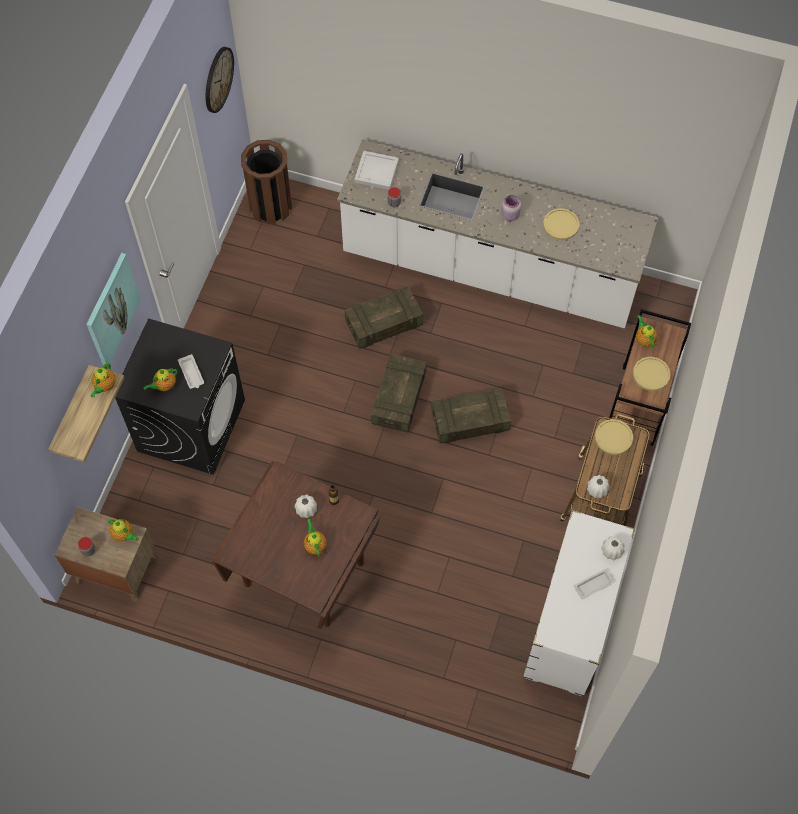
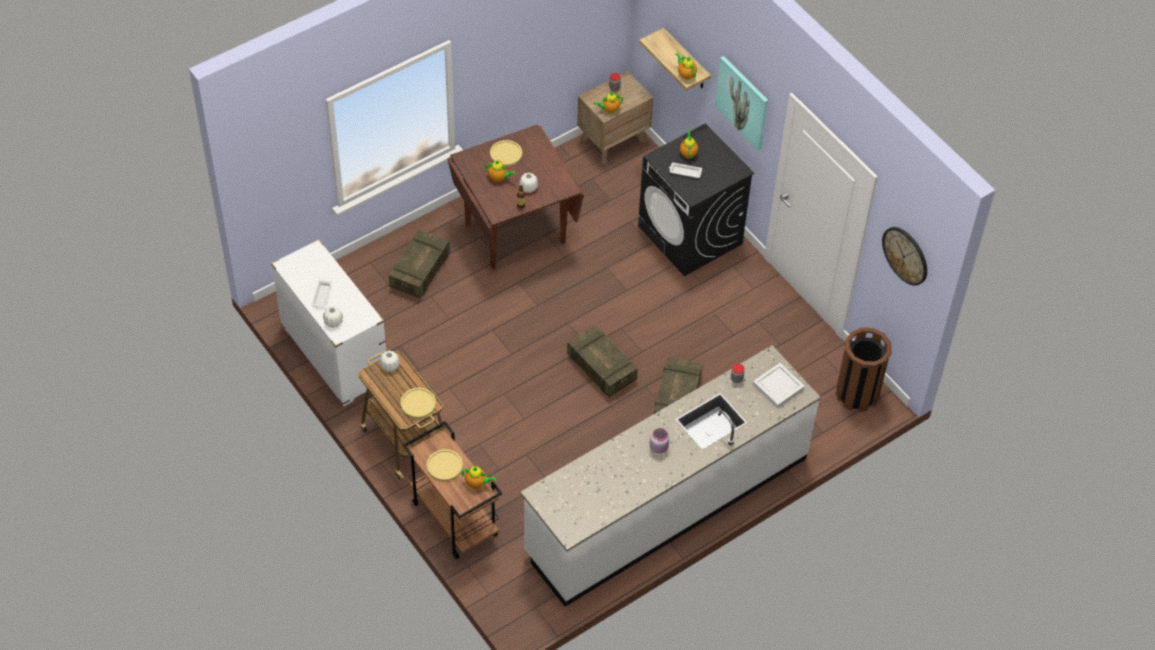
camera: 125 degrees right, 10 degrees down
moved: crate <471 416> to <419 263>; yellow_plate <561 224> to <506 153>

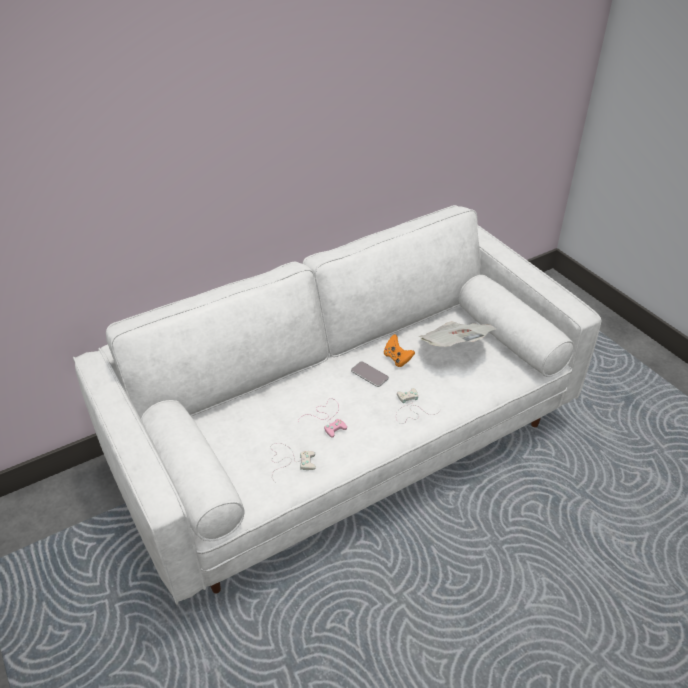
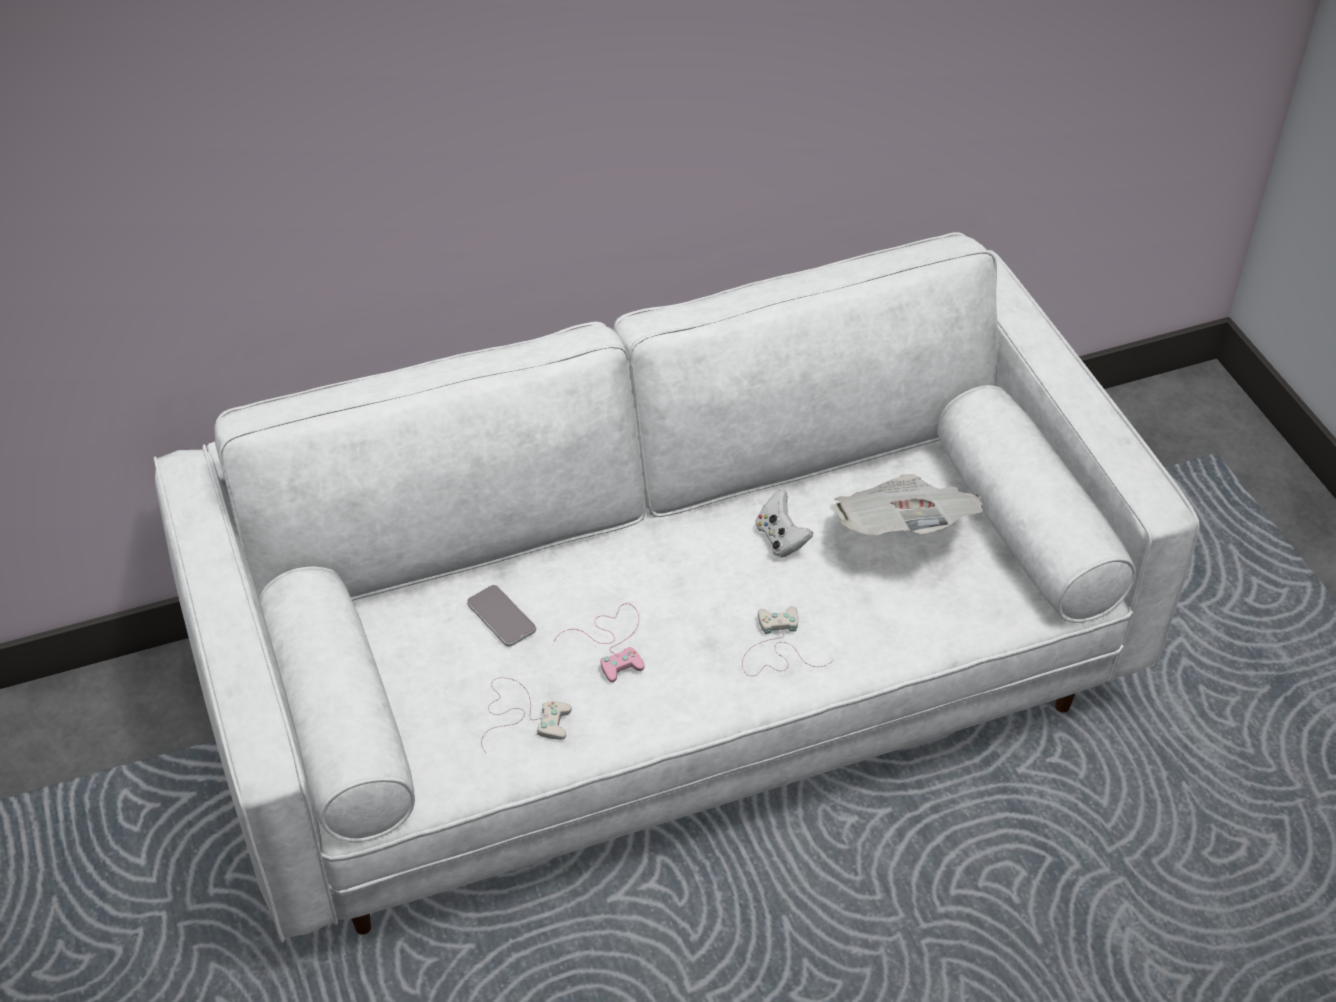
camera: 10 degrees right, 5 degrees up
moved: phone <370 374> to <501 616>
recoloured: orange_game_controller <399 350> to white_game_controller <784 524>

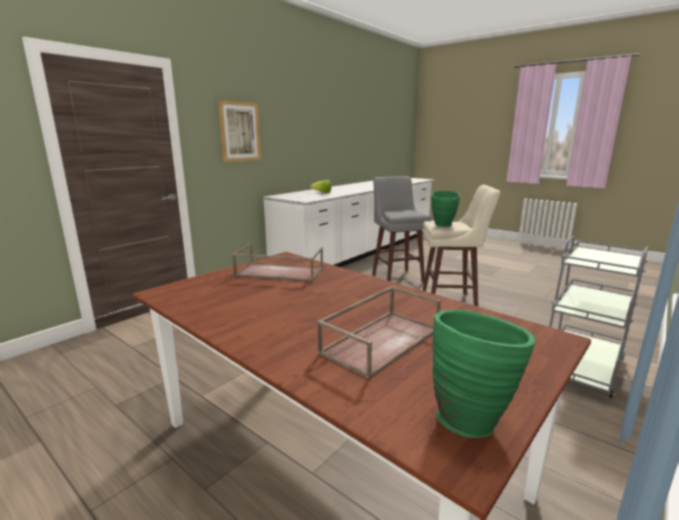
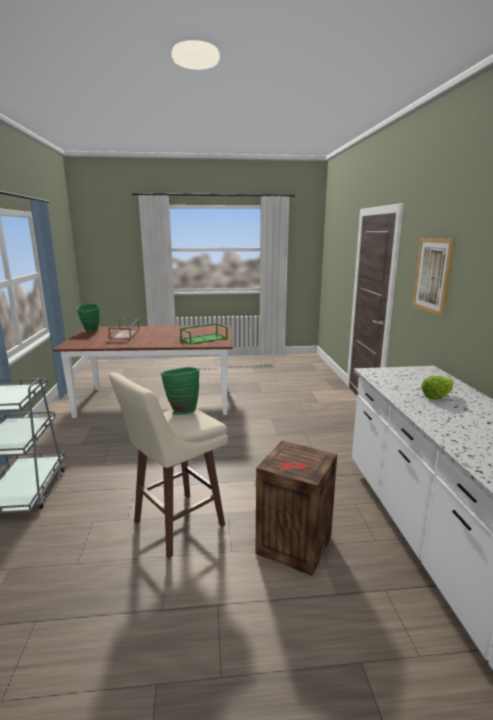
camera: 135 degrees right, 0 degrees up
replaced: grey_stool <401 229> to crate <296 508>
recoloured: brown_tray <277 262> to green_tray <204 334>

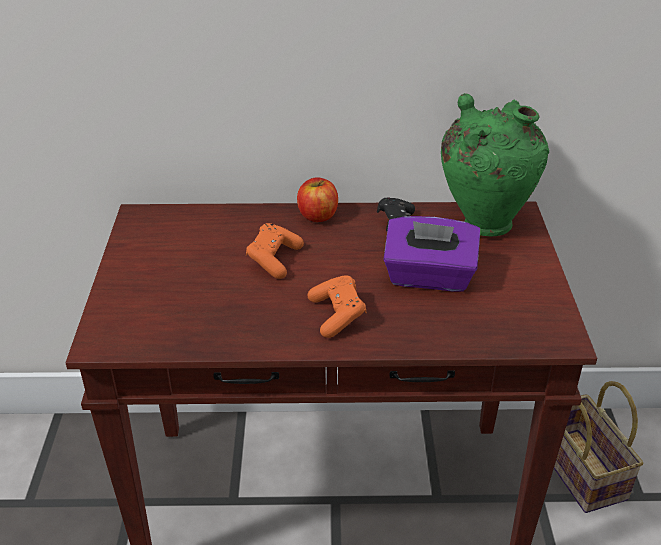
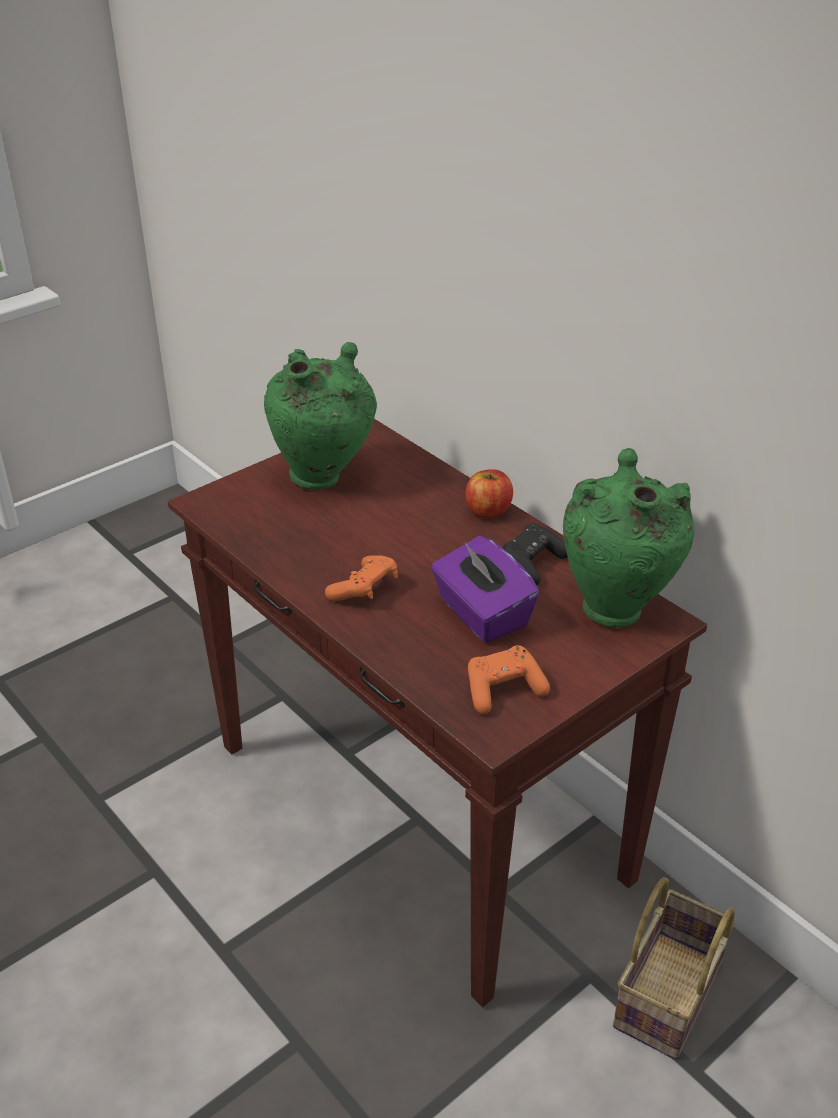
camera: 50 degrees right, 0 degrees up
added: green_vase <320 416>
moved: orange_game_controller <275 251> to <509 680>

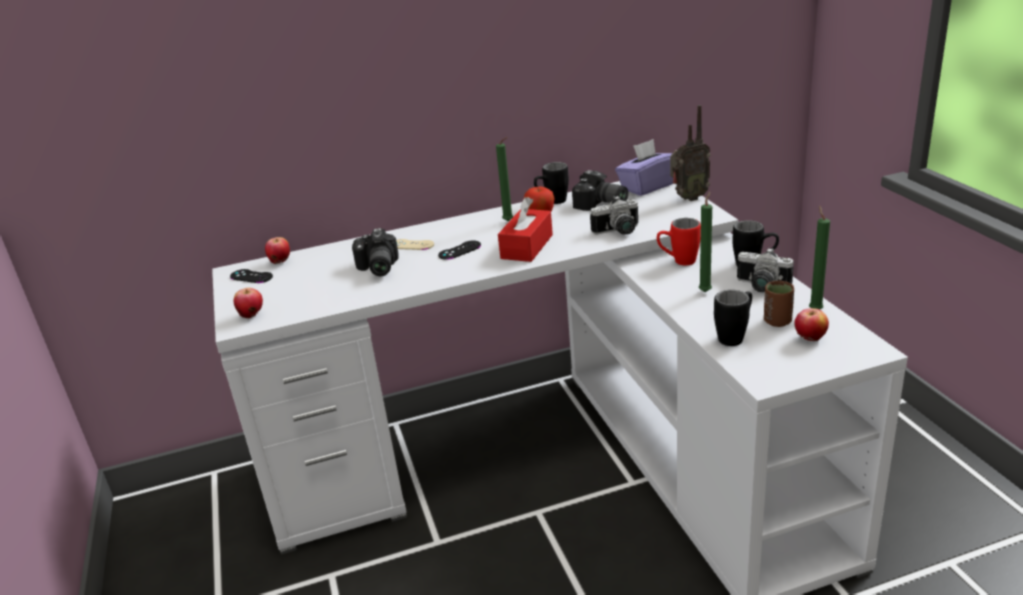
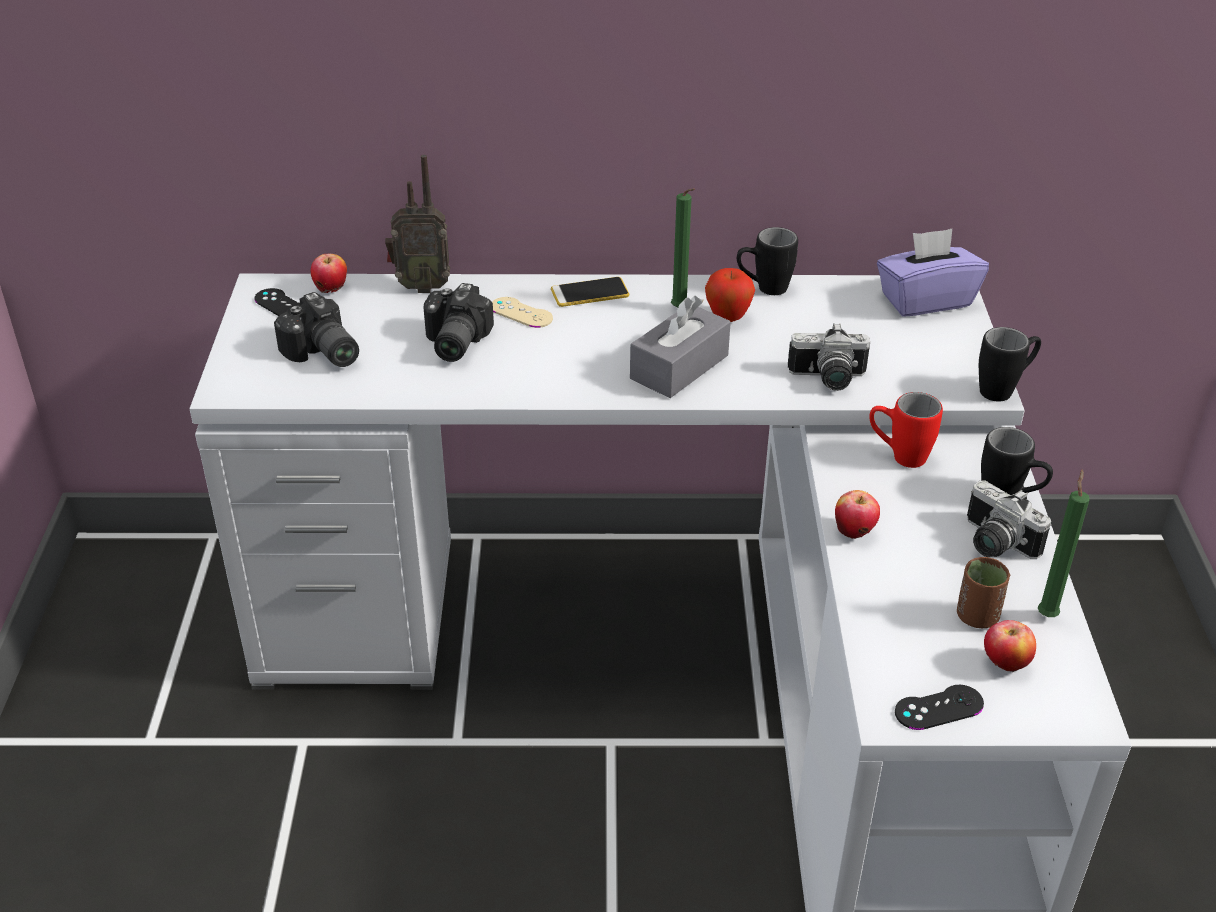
camera: 15 degrees right, 10 degrees up
removed: green_candle <705 242>
added: phone <590 292>
moved: photo_camera <600 190> to <316 329>; radio <690 153> to <417 224>; apple <248 303> to <857 514>; black_game_controller <459 250> to <939 707>; black_mug <733 318> to <1010 364>
recoloured: red_tissue_box <525 229> to grey_tissue_box <680 347>

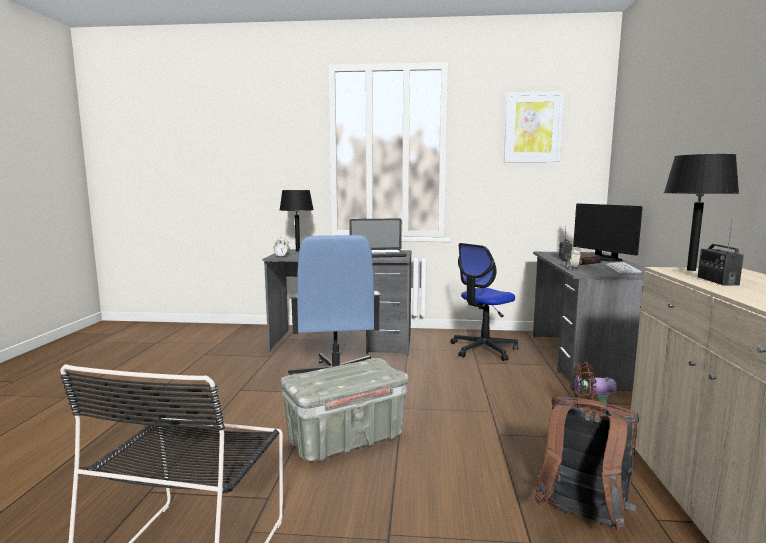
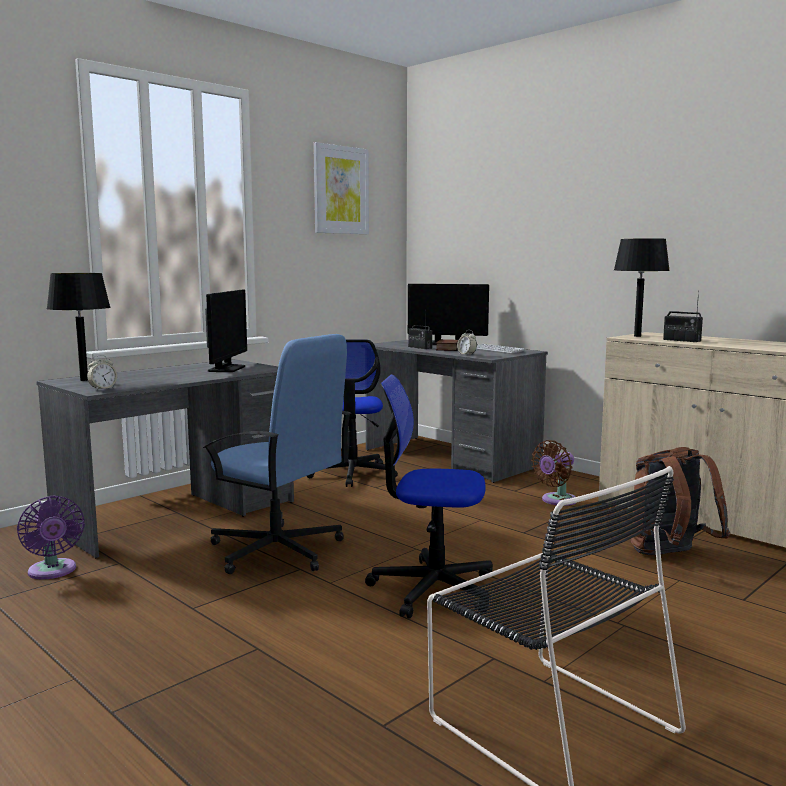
camera: 50 degrees left, 0 degrees up
added: purple_fan <51 537>
replaced: laptop <378 238> to monitor <226 331>; grey_storage_box <344 409> to office_chair <429 497>

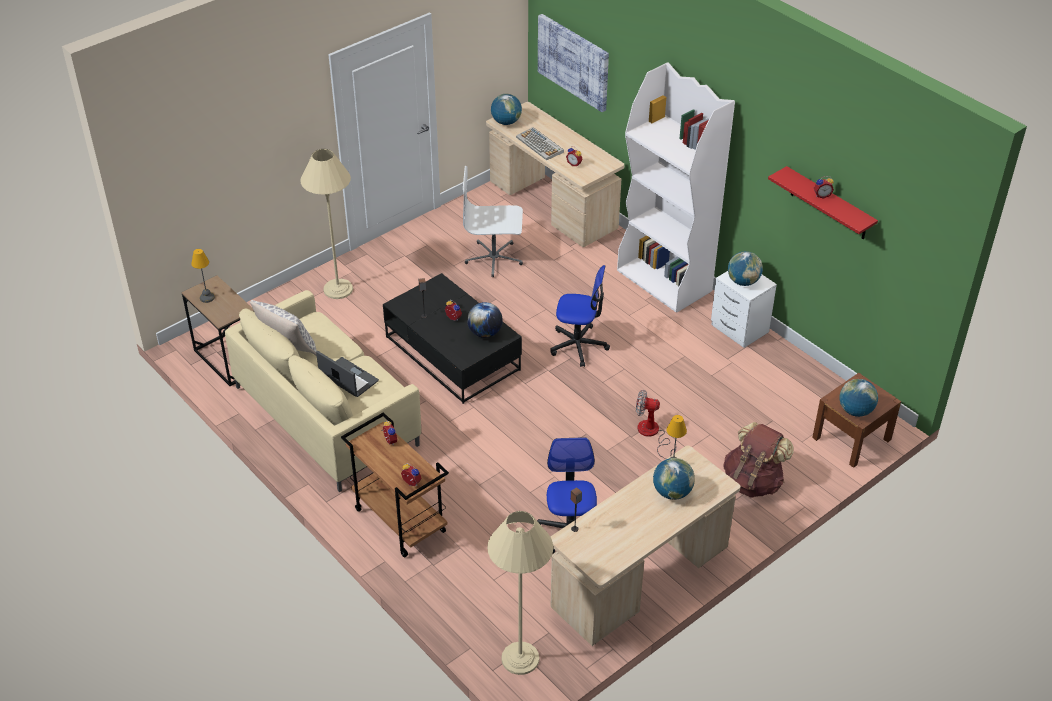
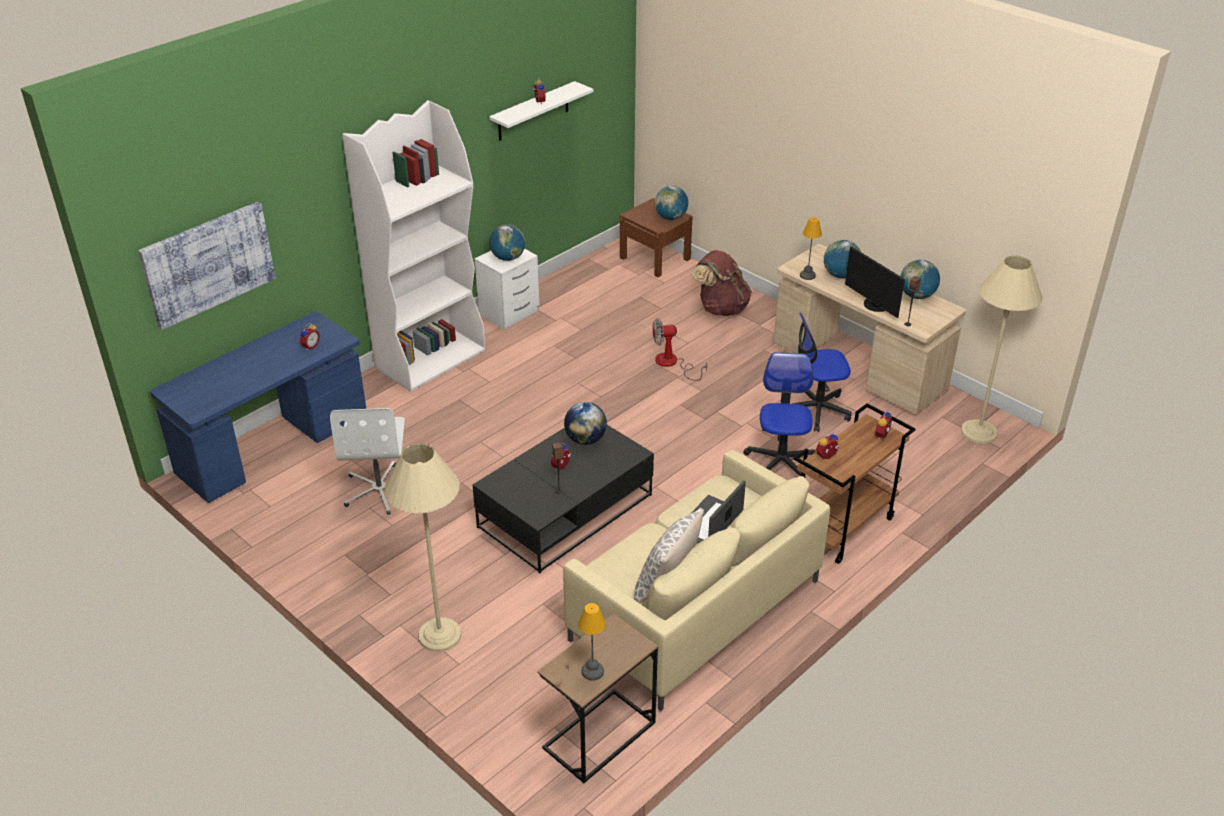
camera: 95 degrees left, 5 degrees down
removed: keyboard <540 143>
added: monitor <875 282>
moved: office_chair <580 316> to <779 415>; globe <506 109> to <920 279>
recoloured: beige_desk <555 174> to blue_desk <258 407>; red_shelf <823 202> to white_shelf <541 111>
turned: fan <656 424> = <680 349> 75 degrees clockwise

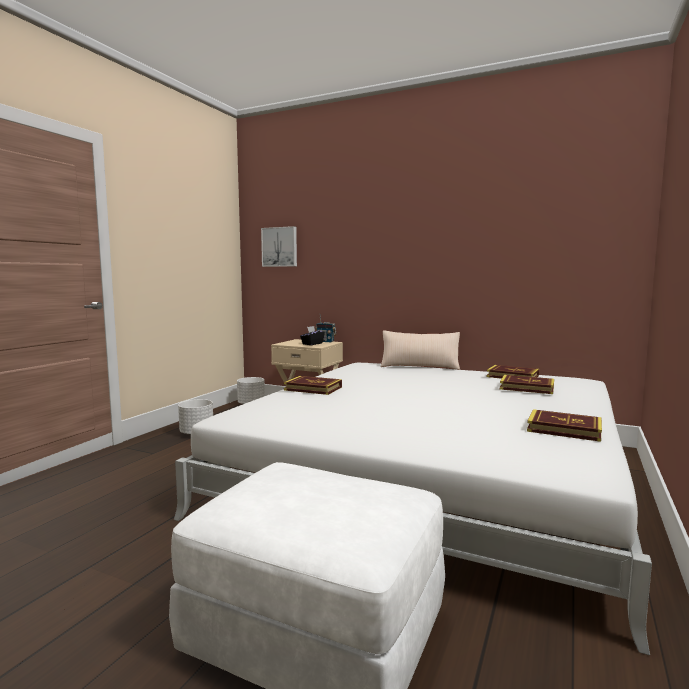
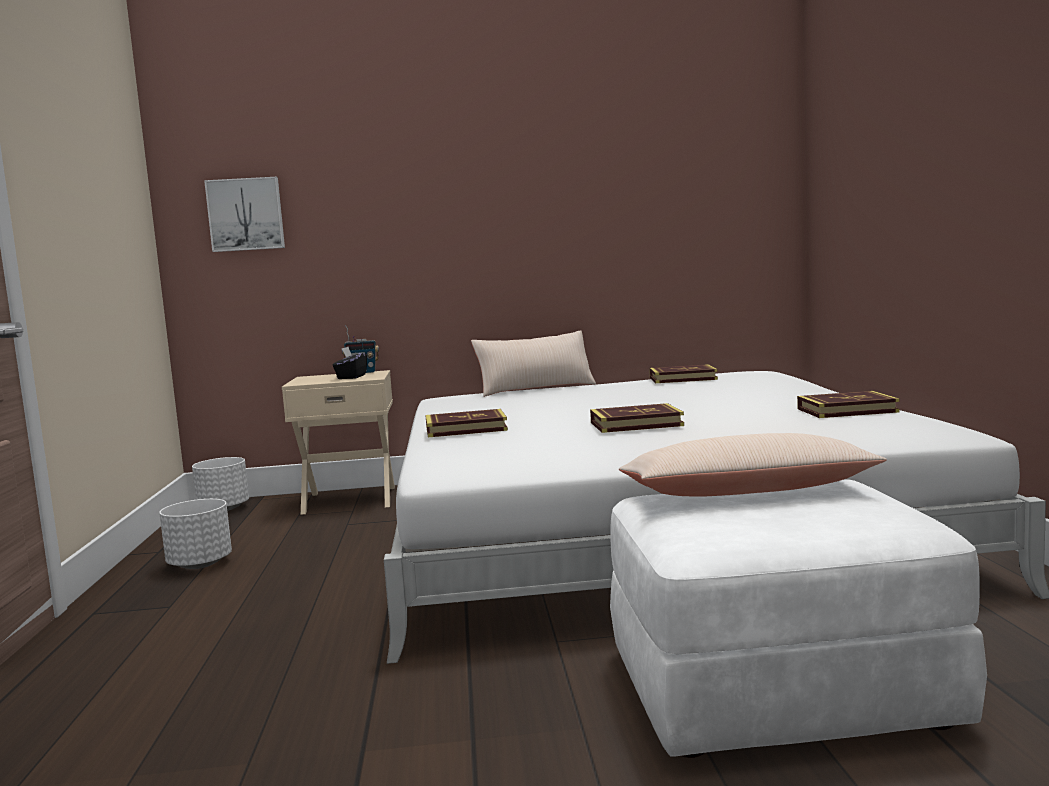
camera: 30 degrees left, 0 degrees up
added: beige_pillow <753 465>
moved: book <527 384> to <637 418>

